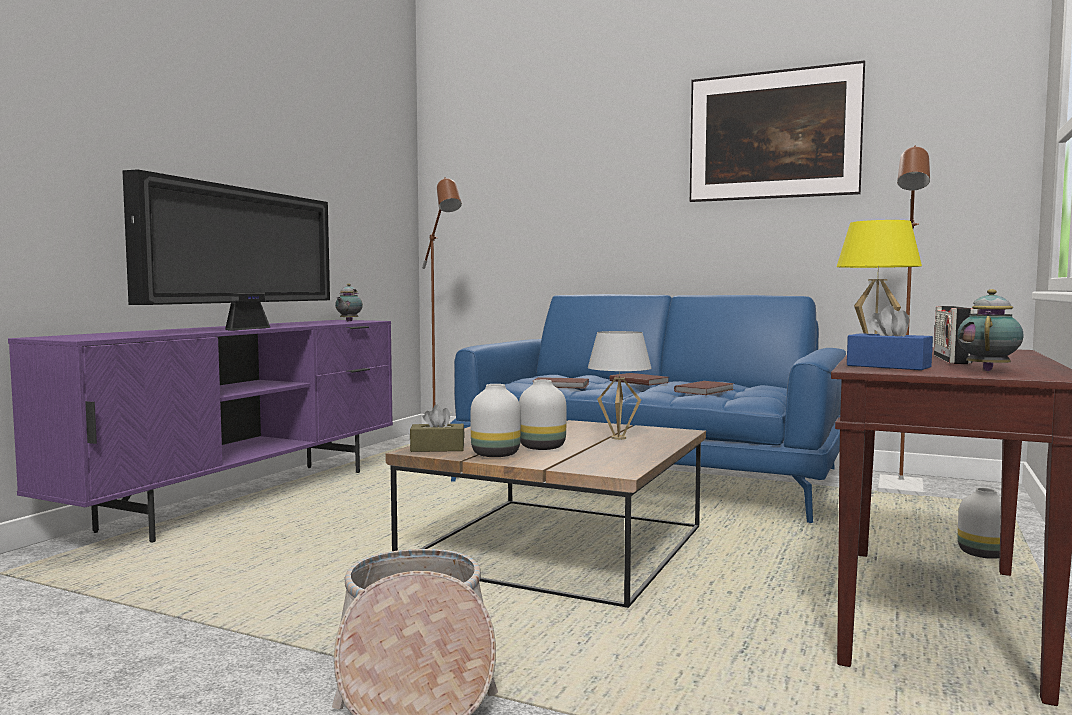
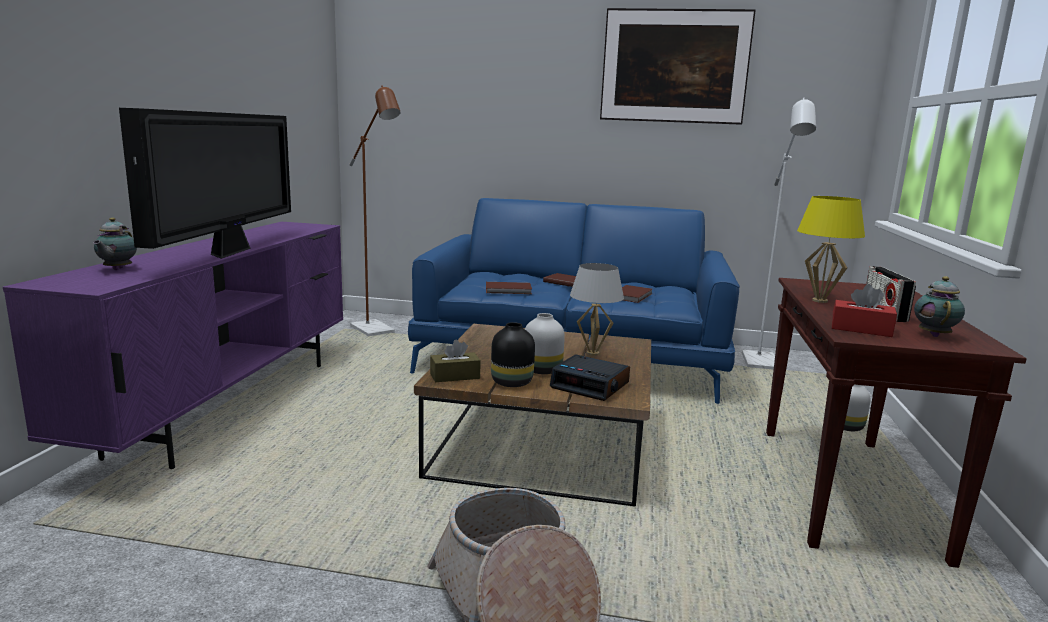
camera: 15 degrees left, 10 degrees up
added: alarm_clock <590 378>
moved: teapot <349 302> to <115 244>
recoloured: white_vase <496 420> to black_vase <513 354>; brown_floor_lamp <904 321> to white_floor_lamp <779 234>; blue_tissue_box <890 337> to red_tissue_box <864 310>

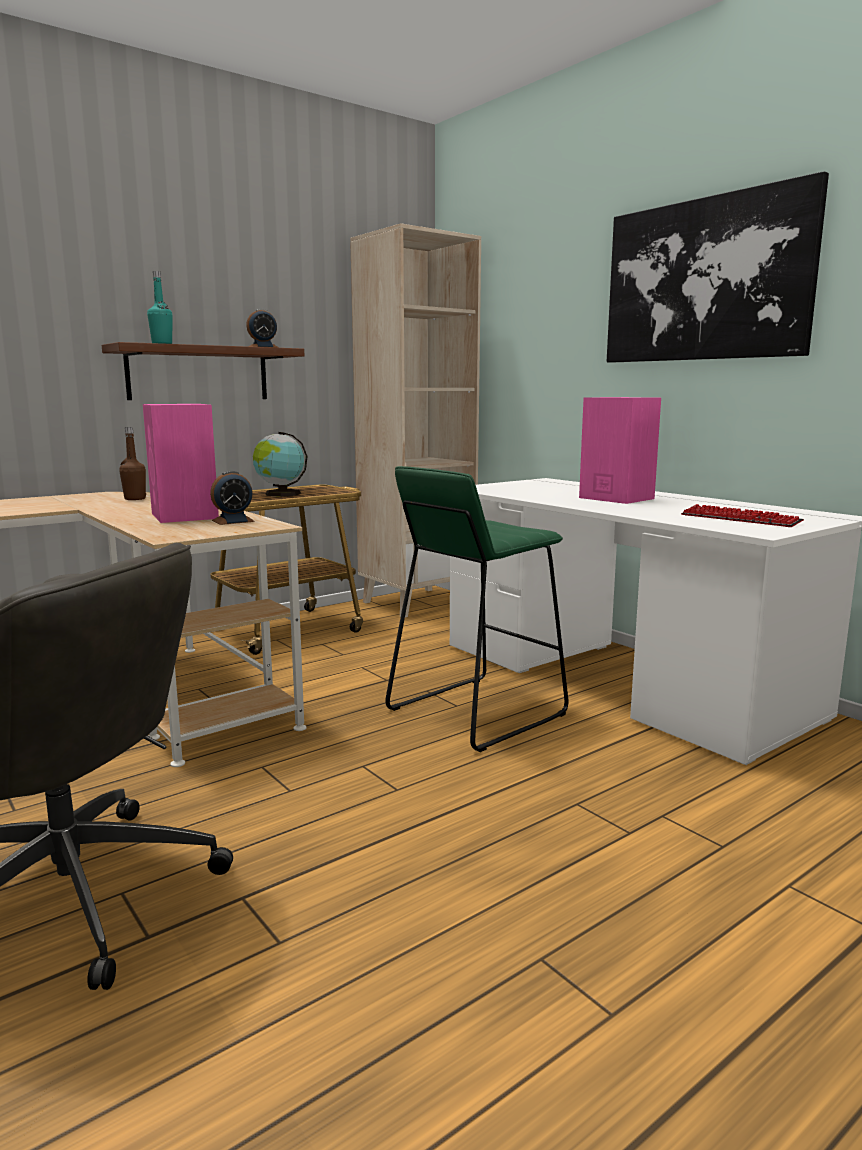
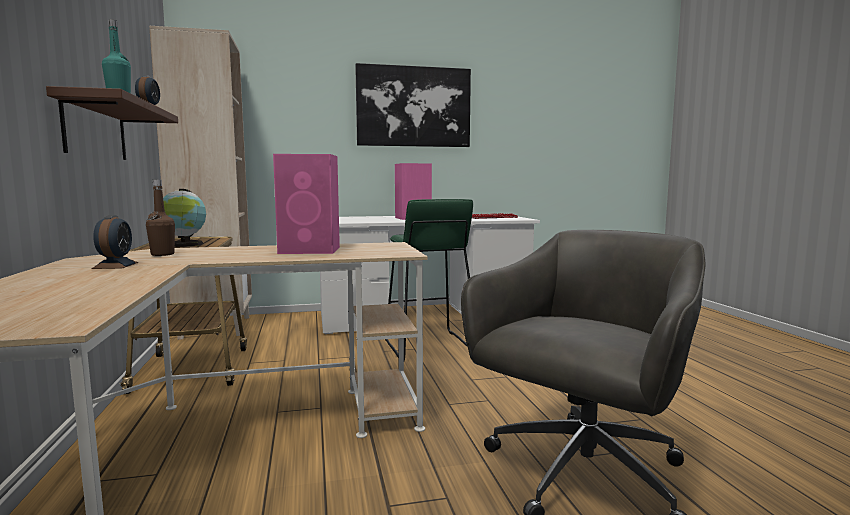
camera: 65 degrees left, 5 degrees down
moved: alarm_clock <232 498> to <115 242>

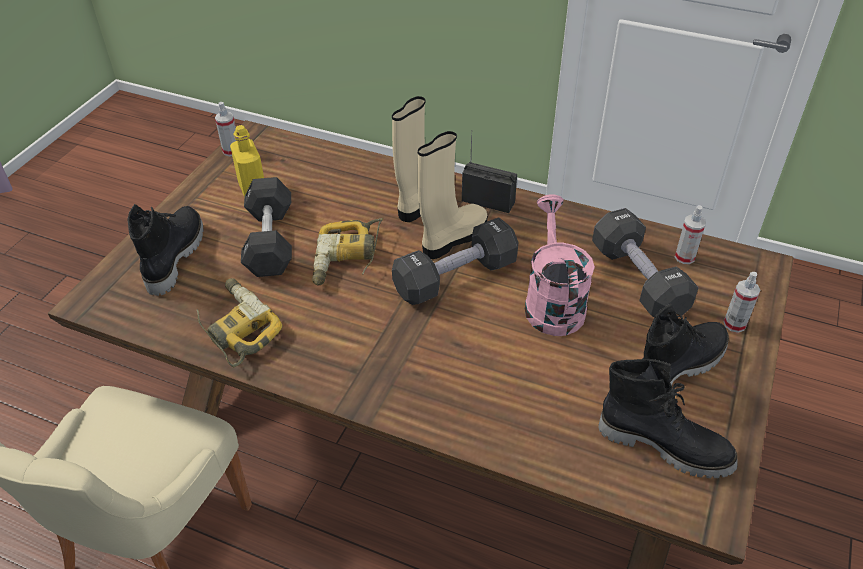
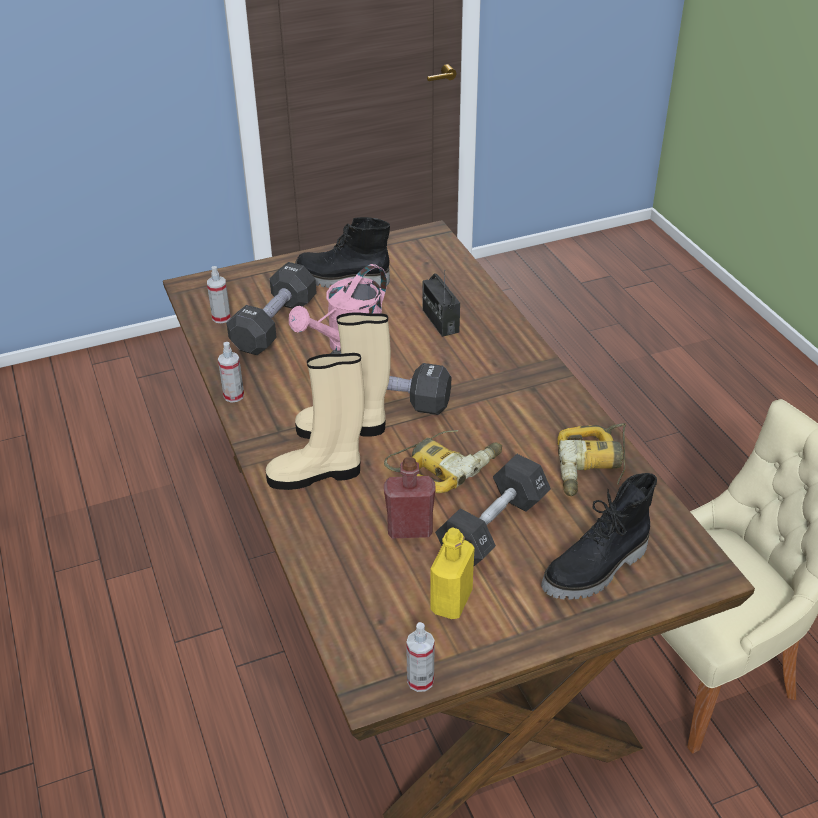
camera: 135 degrees left, 5 degrees down
removed: black_boot <668 418>
added: red_bottle <410 498>
moved: spray_bottle <742 302> to <231 372>; radio <489 171> to <441 303>

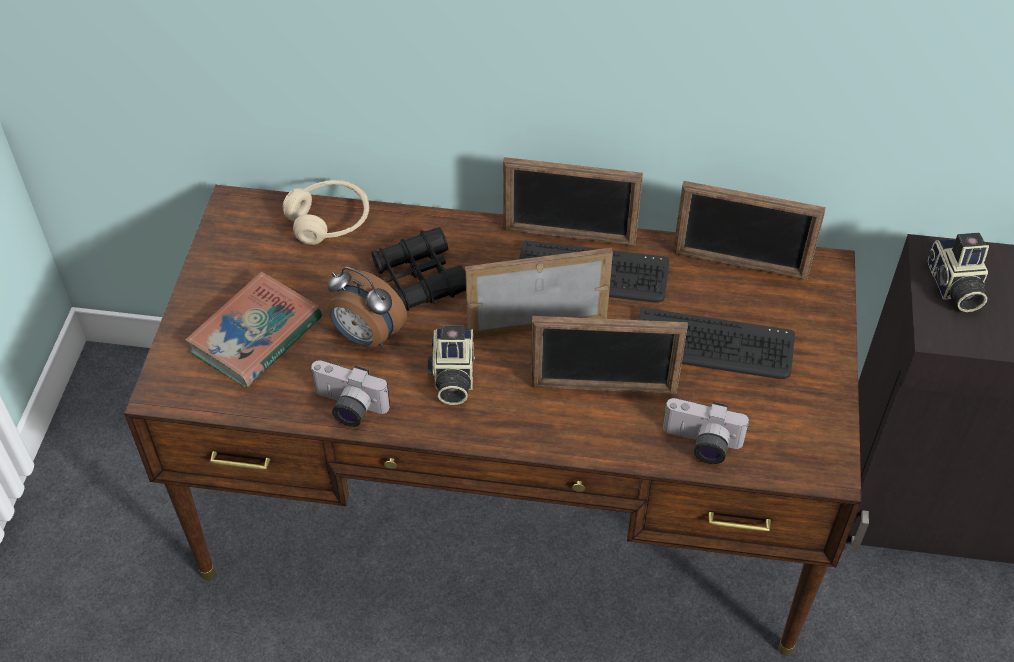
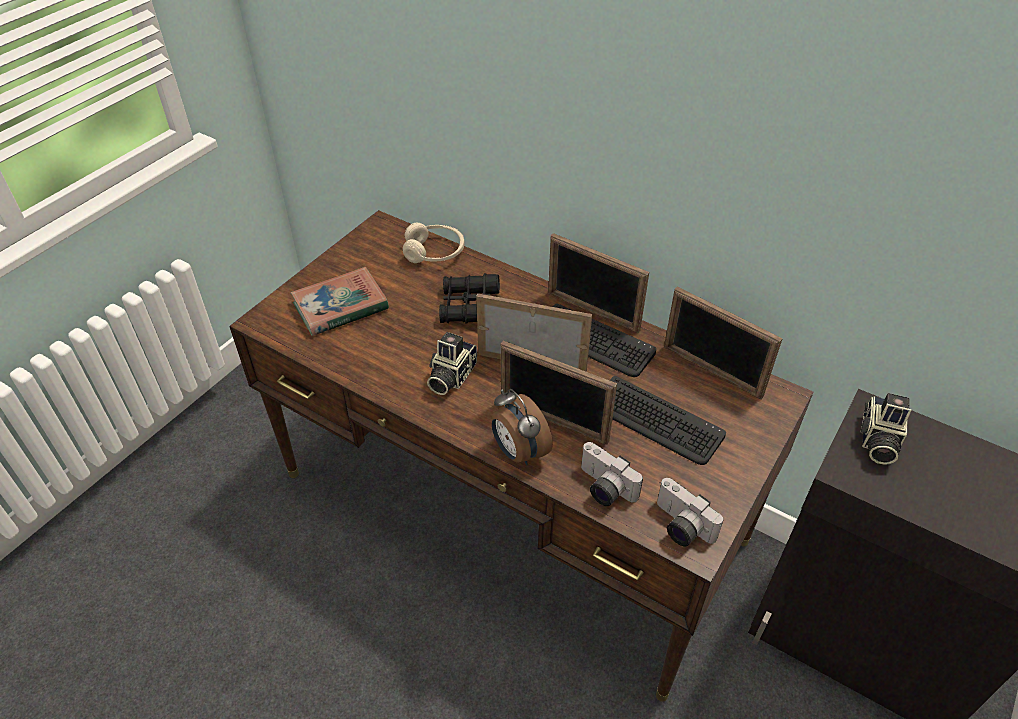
camera: 25 degrees right, 5 degrees down
moved: alarm_clock <367 307> to <522 427>; photo_camera <350 393> to <690 512>

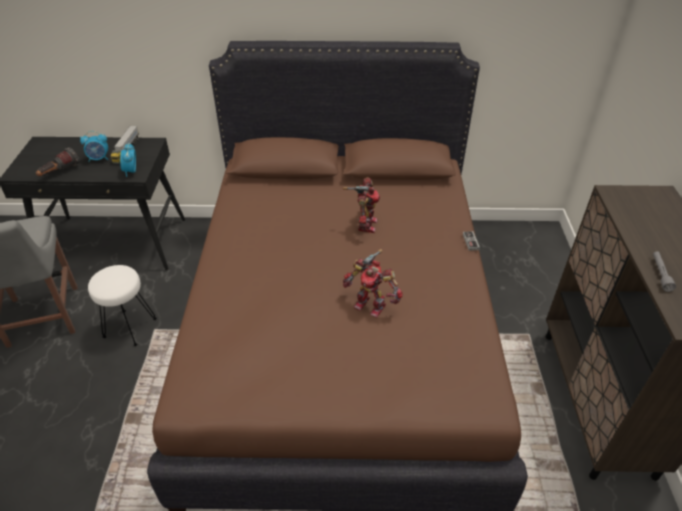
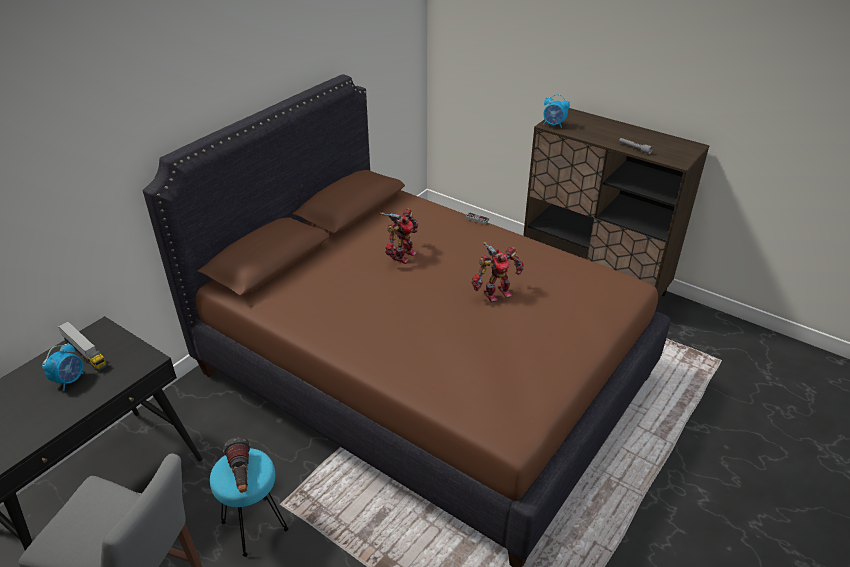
camera: 55 degrees left, 5 degrees down
moved: flashlight <58 161> to <237 465>; alarm_clock <128 160> to <556 111>
recoloured: white_stool <122 305> to turquoise_stool <249 502>
turned: toy_robot <361 205> = <398 236> 75 degrees clockwise

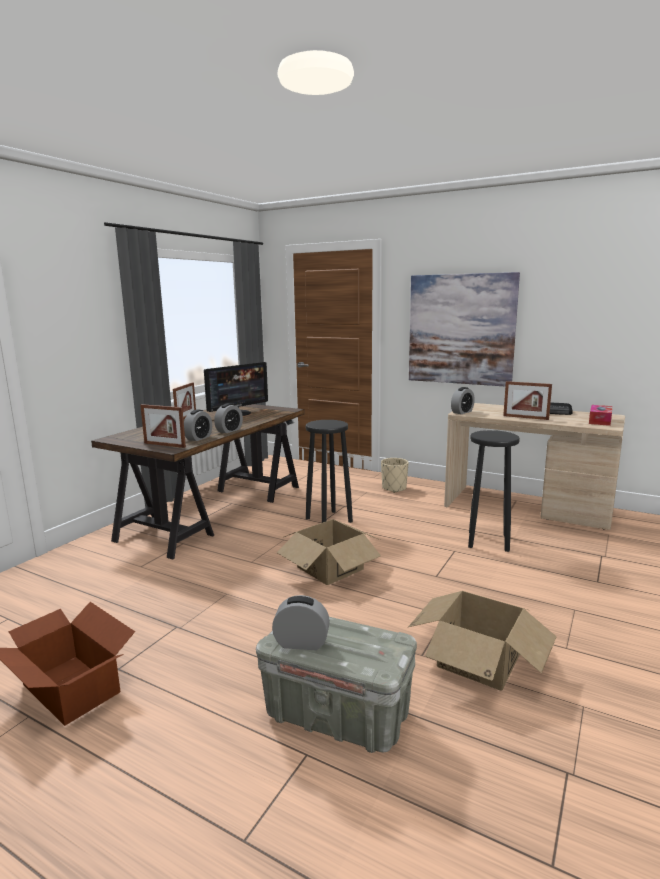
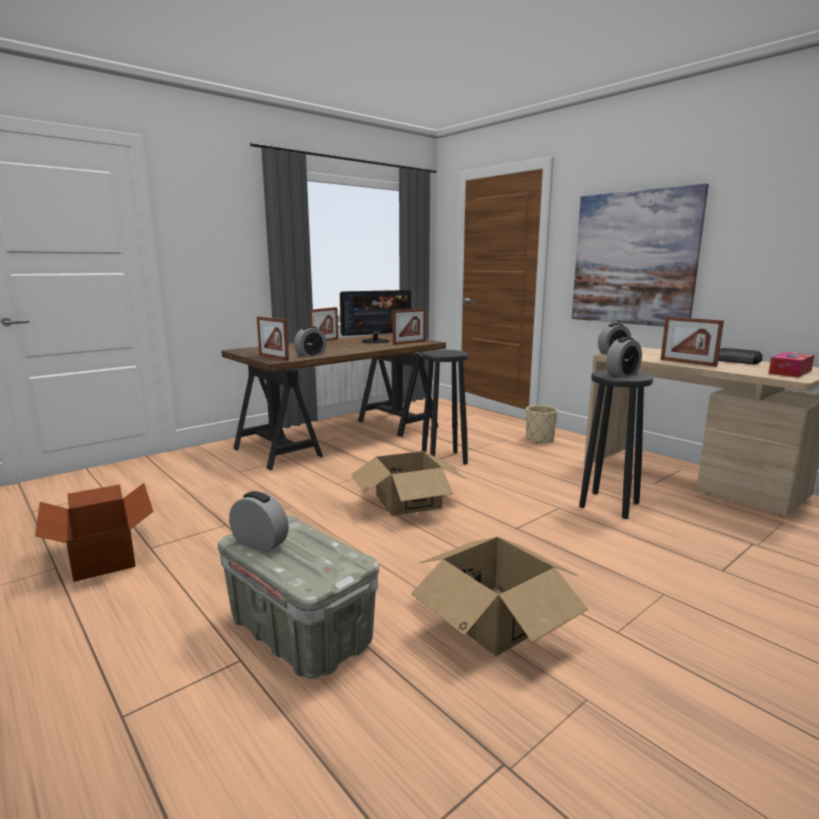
camera: 20 degrees right, 0 degrees up
added: picture_frame <409 326>
moved: alarm_clock <228 418> to <624 357>

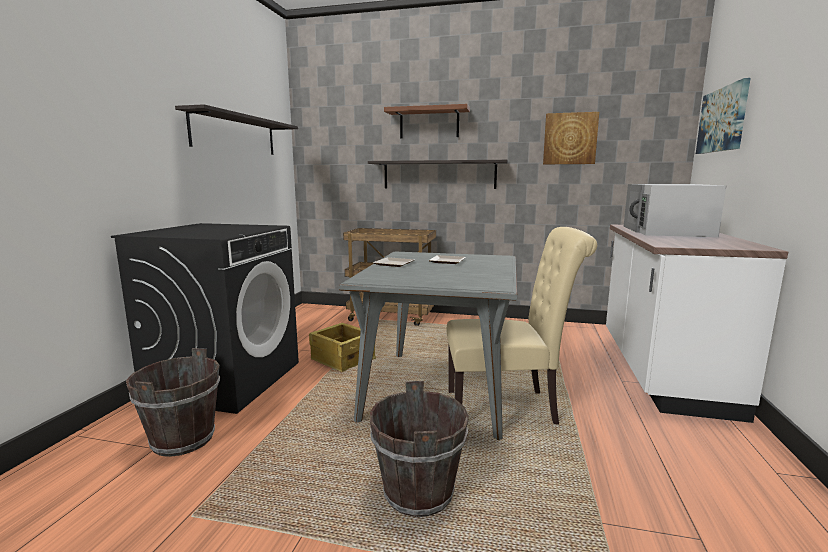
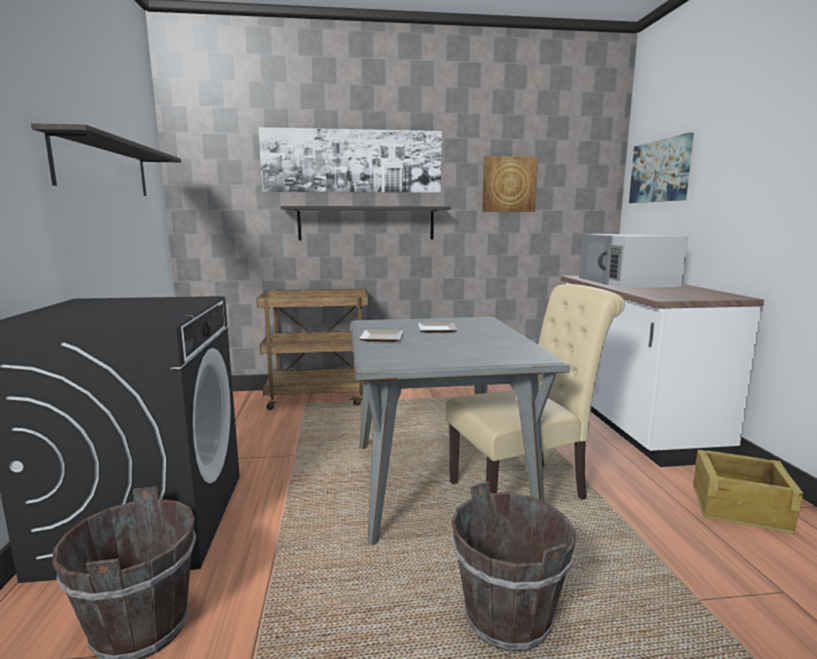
camera: 20 degrees left, 0 degrees up
moved: crate <342 347> to <748 491>
replaced: brown_shelf <427 121> to picture <350 160>

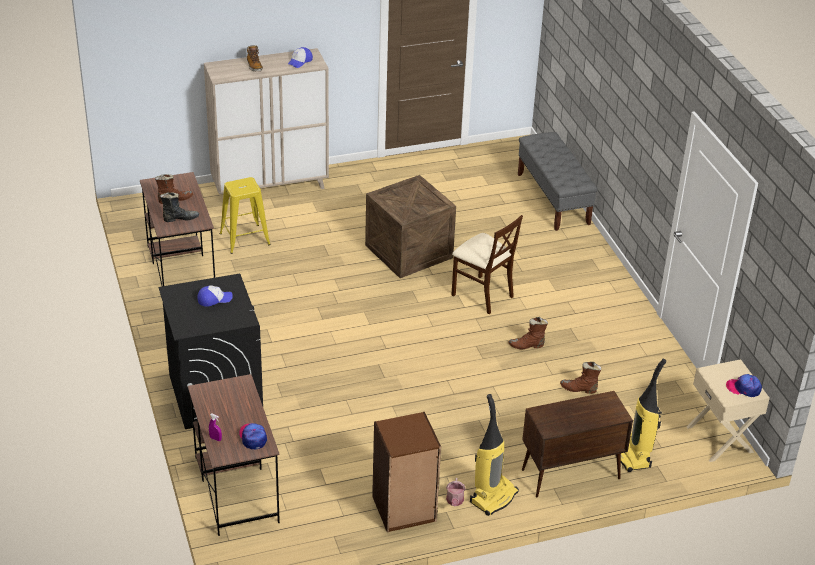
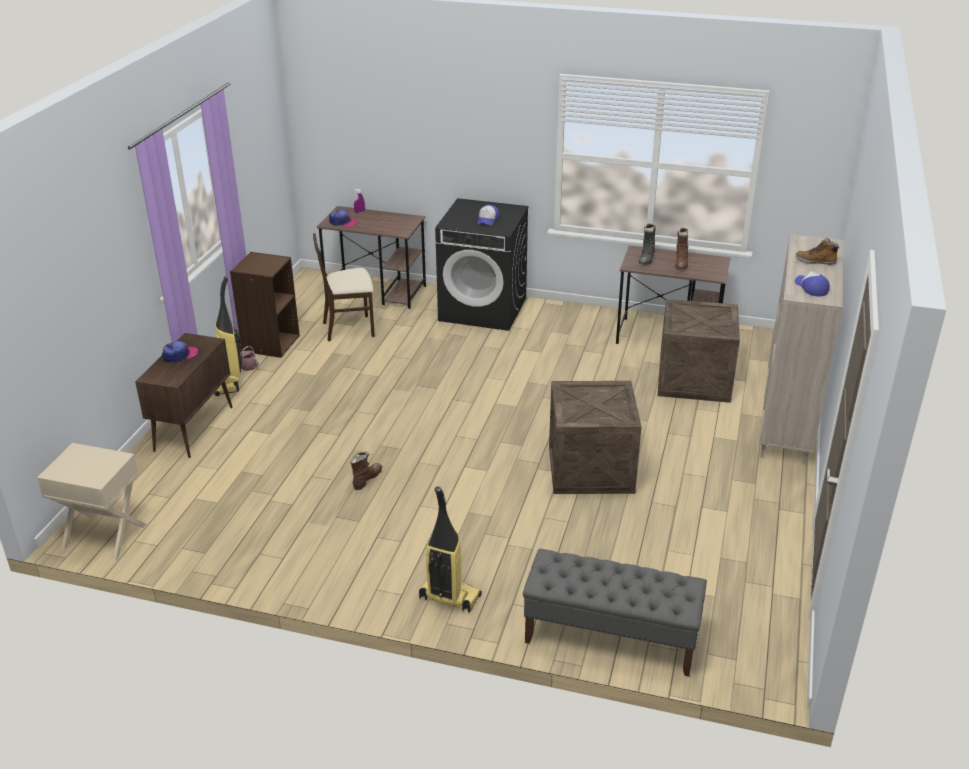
camera: 125 degrees right, 5 degrees down
removed: brown_boot <580 378>
moved: cap <744 385> to <180 352>; beige_chair <487 264> to <344 287>; vacuum_cleaner <643 415> to <450 550>
replaced: yellow_stool <245 215> to crate <699 351>

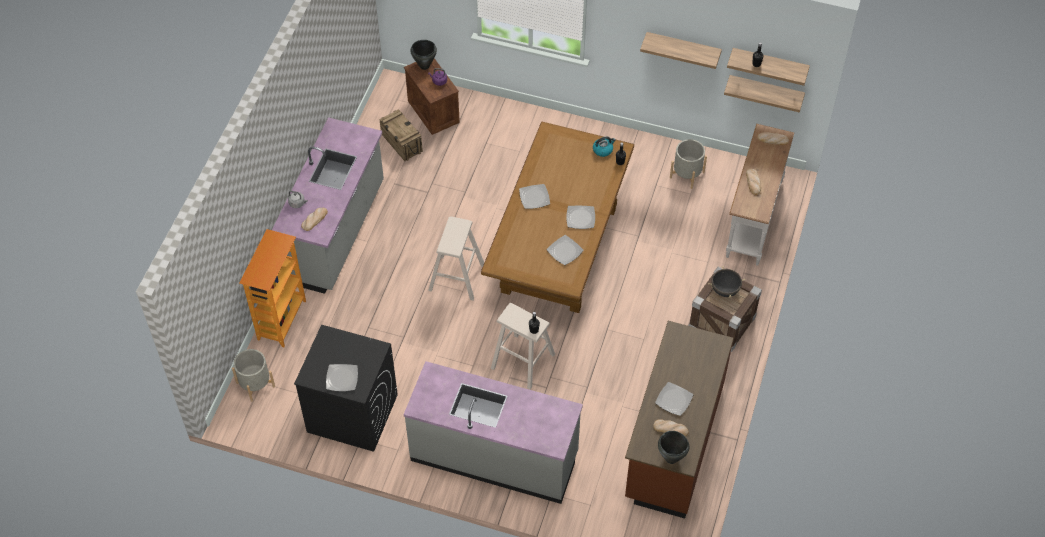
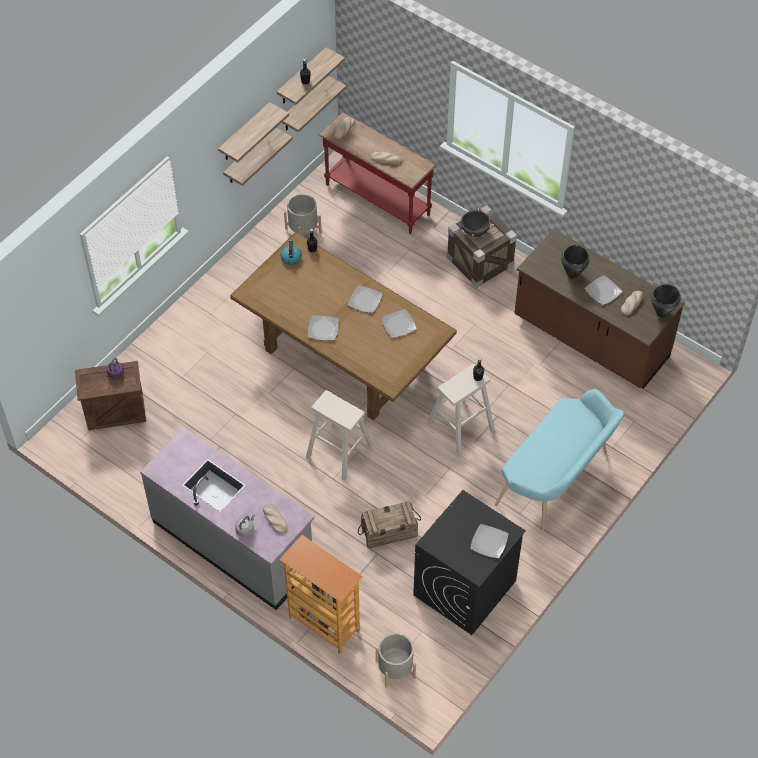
camera: 70 degrees left, 0 degrees up
added: shelf <258 157>
moved: crate <401 135> to <389 524>; black_cooking_pot <423 55> to <575 262>
replaced: grey_counter <493 432> to turquoise_bench <560 460>
recoloured: white_console_table <760 195> to red_console_table <377 173>

